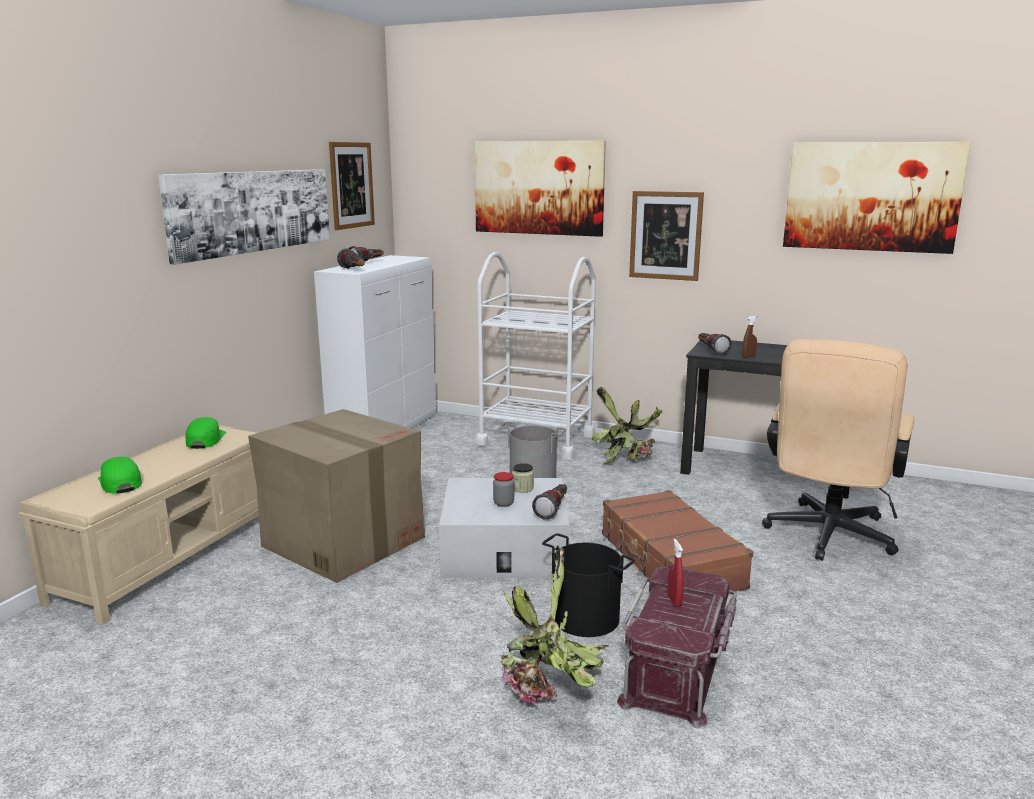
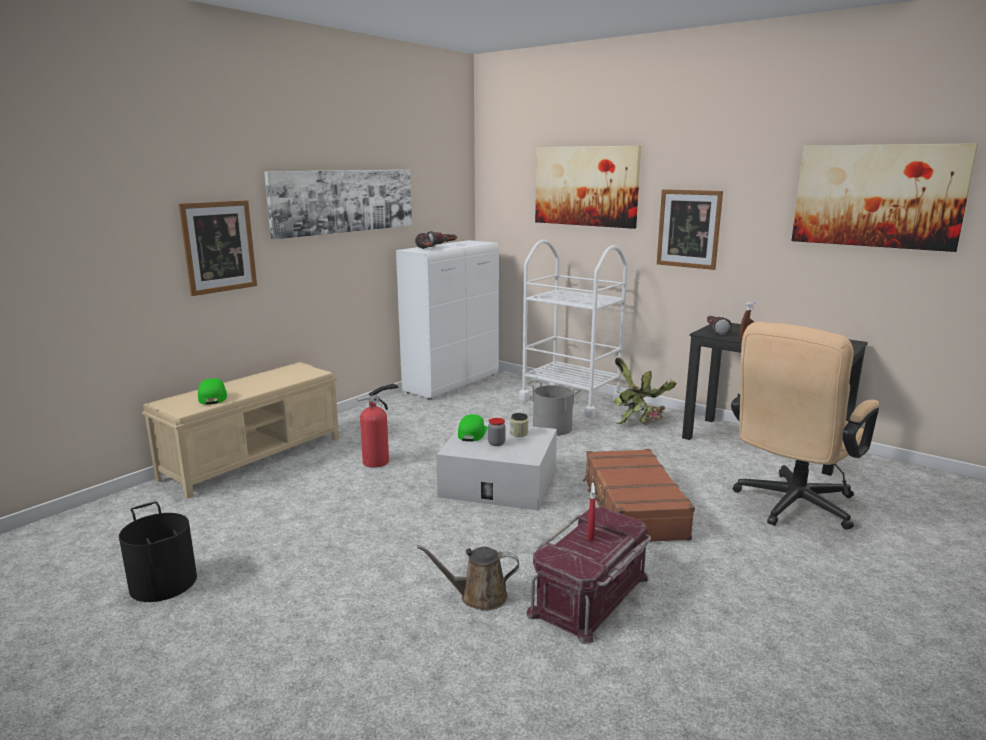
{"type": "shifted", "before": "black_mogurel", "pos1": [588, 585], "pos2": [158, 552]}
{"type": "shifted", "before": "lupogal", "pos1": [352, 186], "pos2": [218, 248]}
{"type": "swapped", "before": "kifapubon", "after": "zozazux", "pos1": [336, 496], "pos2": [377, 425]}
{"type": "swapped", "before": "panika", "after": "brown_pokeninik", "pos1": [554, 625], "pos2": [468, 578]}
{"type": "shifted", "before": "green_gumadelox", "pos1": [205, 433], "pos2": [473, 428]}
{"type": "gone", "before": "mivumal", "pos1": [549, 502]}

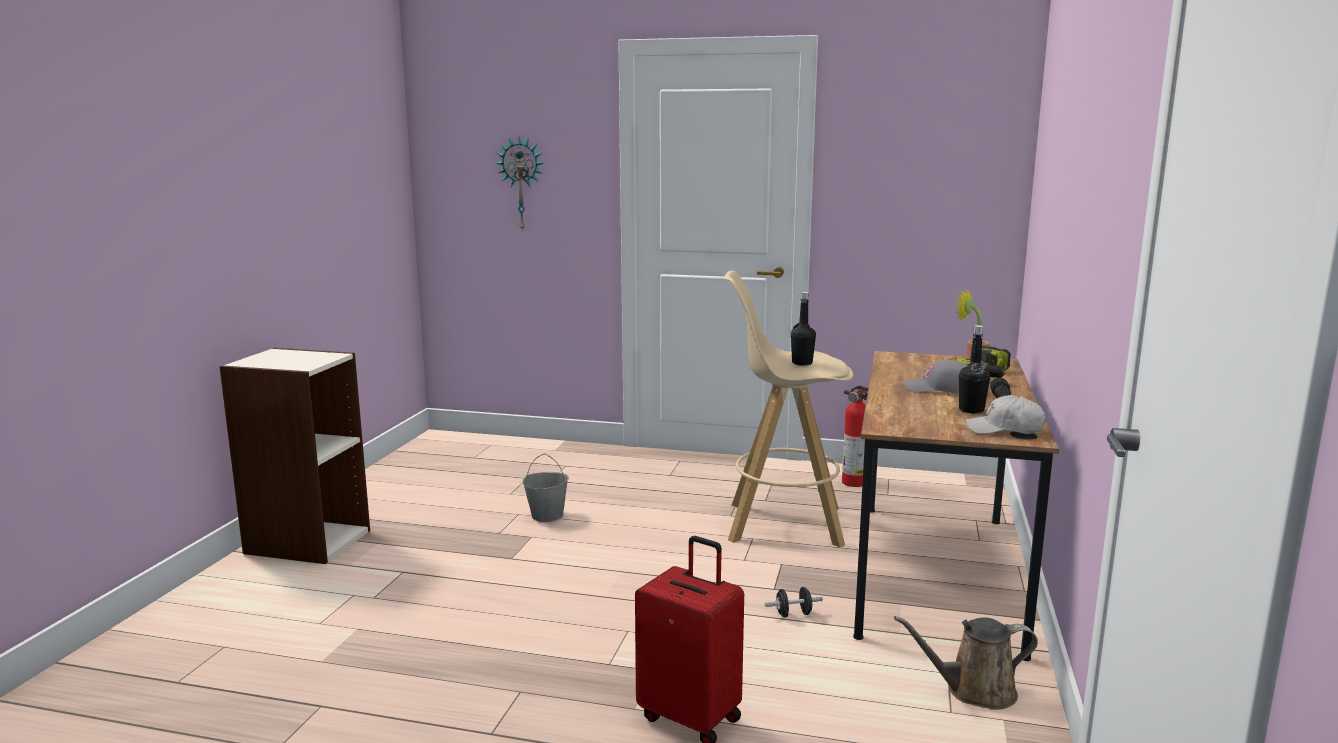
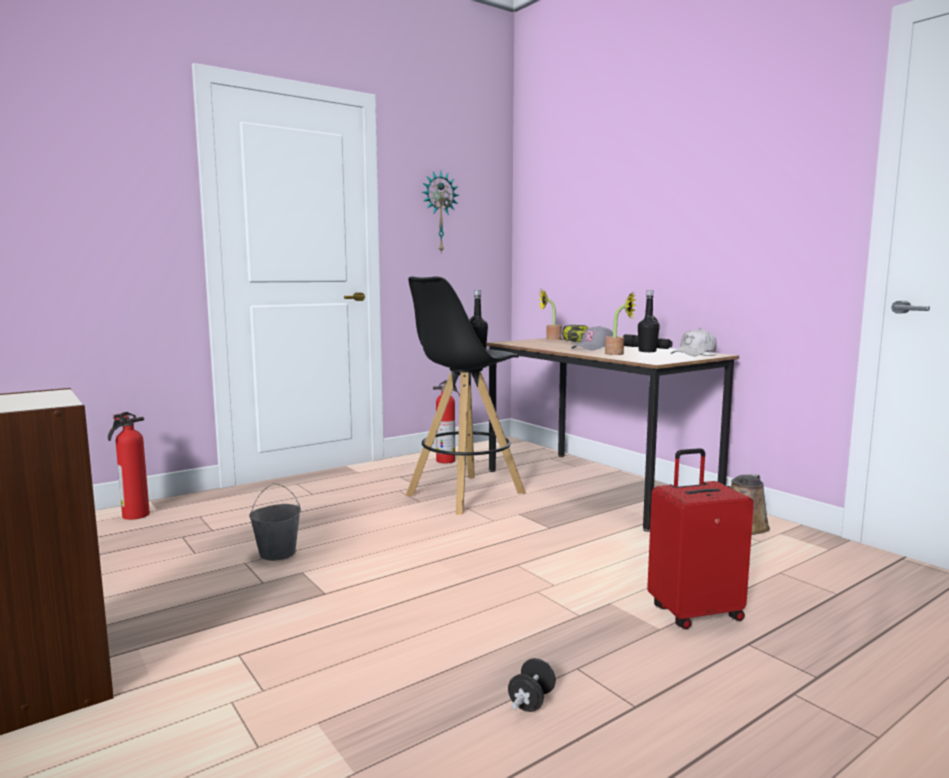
{"type": "new", "after": "zozazux", "pos2": [129, 466]}
{"type": "repainted", "before": "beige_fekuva", "after": "black_fekuva", "pos1": [789, 409], "pos2": [465, 395]}
{"type": "shifted", "before": "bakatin", "pos1": [520, 184], "pos2": [440, 212]}
{"type": "shifted", "before": "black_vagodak", "pos1": [794, 602], "pos2": [532, 685]}
{"type": "new", "after": "panika", "pos2": [621, 323]}

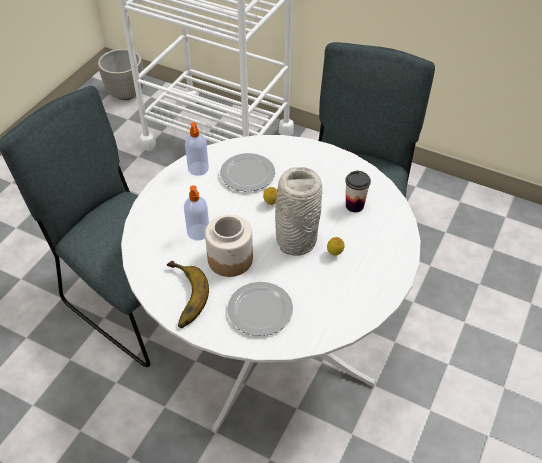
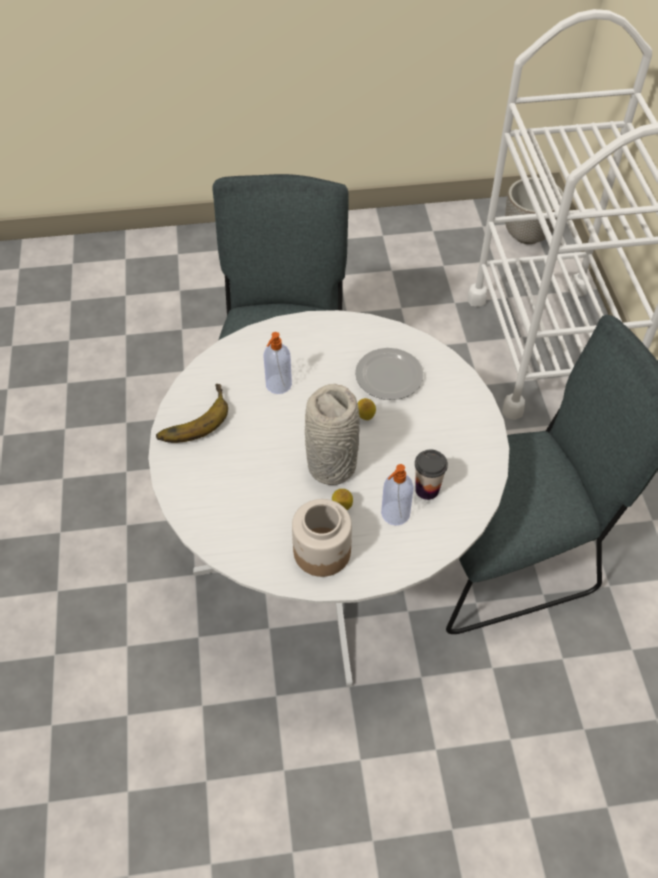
{"type": "shifted", "before": "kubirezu", "pos1": [229, 246], "pos2": [322, 538]}
{"type": "shifted", "before": "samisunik", "pos1": [197, 149], "pos2": [397, 494]}
{"type": "gone", "before": "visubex", "pos1": [260, 309]}

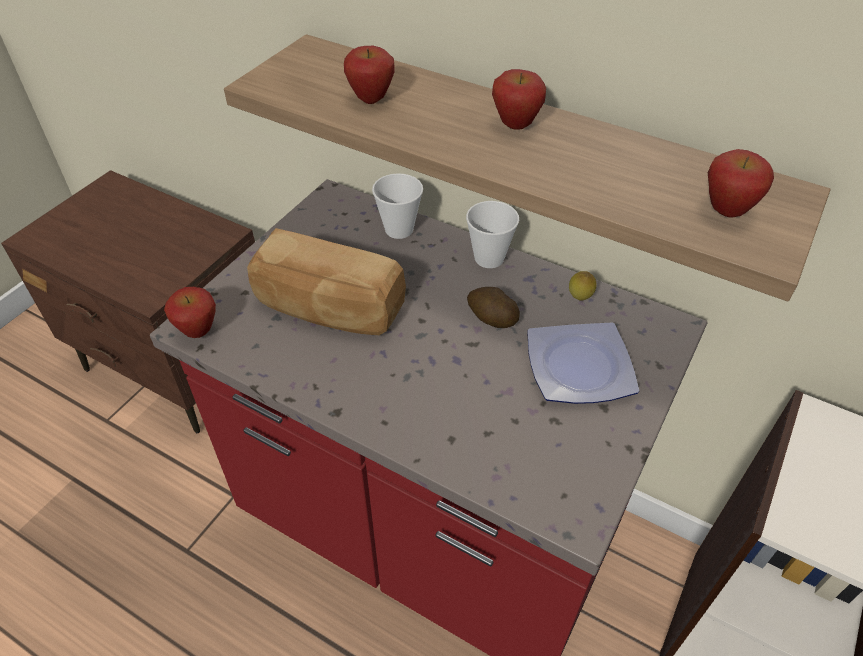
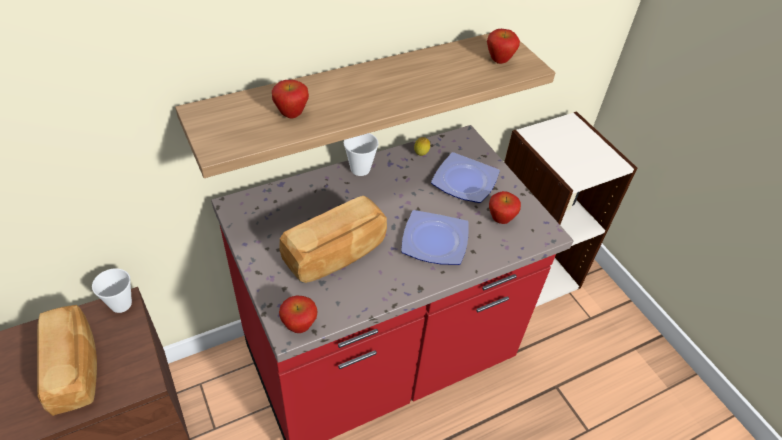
{"type": "new", "after": "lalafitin", "pos2": [67, 360]}
{"type": "shifted", "before": "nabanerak", "pos1": [397, 206], "pos2": [112, 290]}
{"type": "new", "after": "visubex", "pos2": [435, 237]}
{"type": "shifted", "before": "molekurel", "pos1": [519, 99], "pos2": [505, 207]}
{"type": "gone", "before": "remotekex", "pos1": [493, 307]}

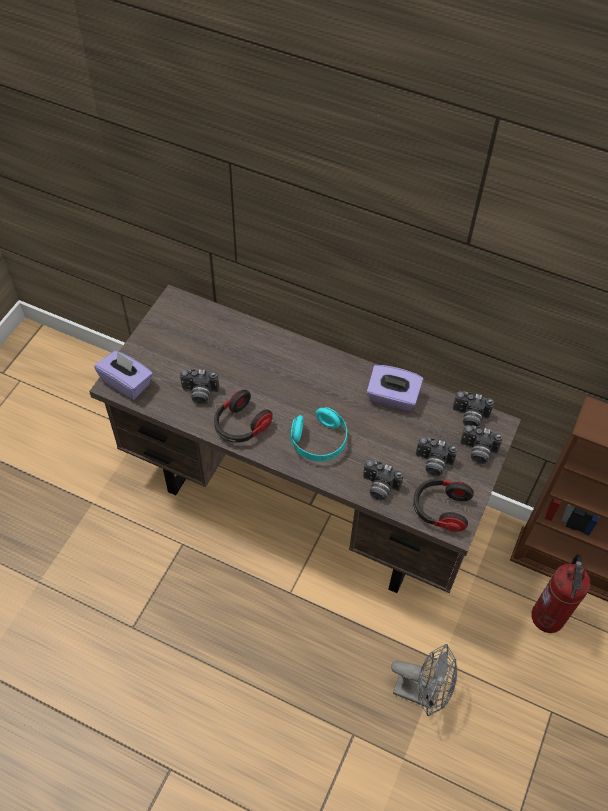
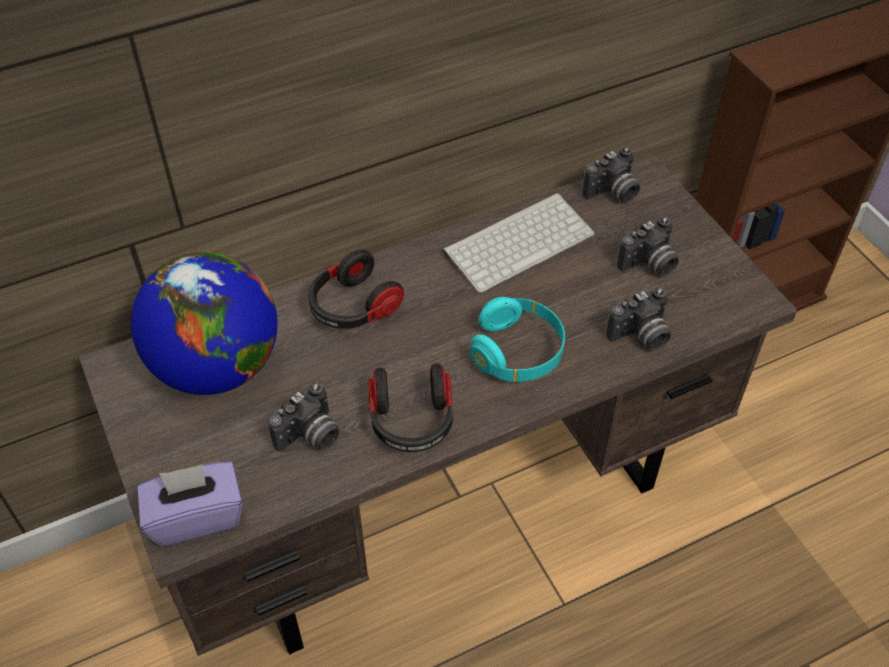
{"type": "new", "after": "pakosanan", "pos2": [204, 323]}
{"type": "shifted", "before": "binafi", "pos1": [443, 505], "pos2": [356, 289]}
{"type": "swapped", "before": "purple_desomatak", "after": "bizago", "pos1": [395, 388], "pos2": [518, 243]}
{"type": "gone", "before": "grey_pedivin", "pos1": [424, 680]}
{"type": "gone", "before": "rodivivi", "pos1": [481, 444]}
{"type": "gone", "before": "zozazux", "pos1": [560, 593]}

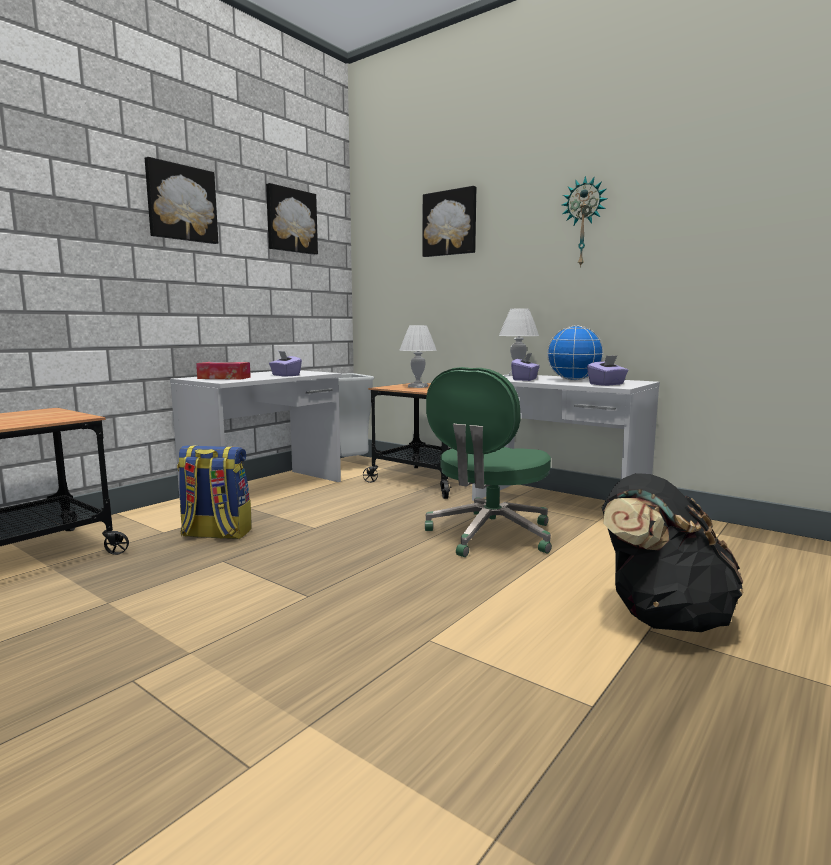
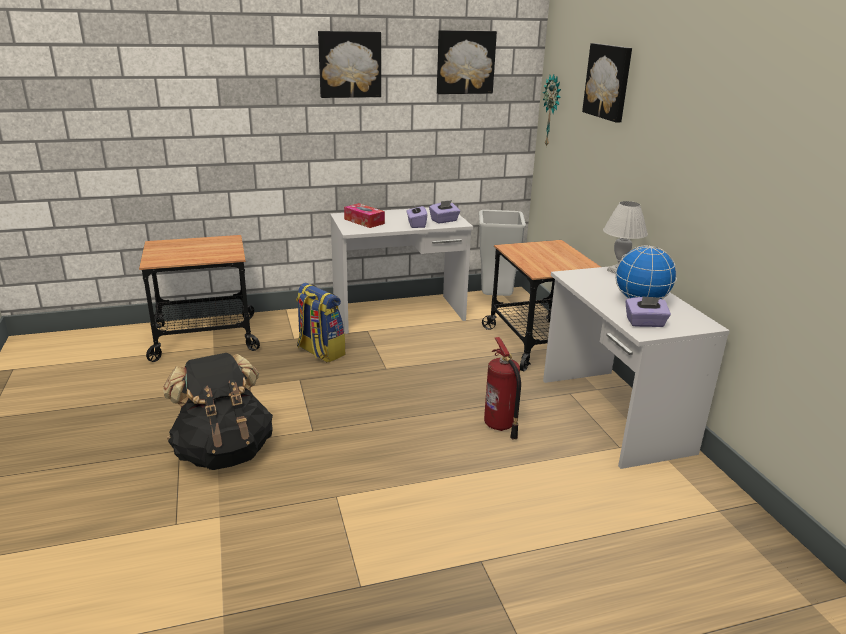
{"type": "shifted", "before": "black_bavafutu", "pos1": [672, 552], "pos2": [218, 411]}
{"type": "shifted", "before": "purple_desomatak", "pos1": [525, 367], "pos2": [444, 211]}
{"type": "swapped", "before": "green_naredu", "after": "zozazux", "pos1": [488, 462], "pos2": [502, 388]}
{"type": "shifted", "before": "bakatin", "pos1": [585, 222], "pos2": [552, 110]}
{"type": "gone", "before": "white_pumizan", "pos1": [418, 356]}

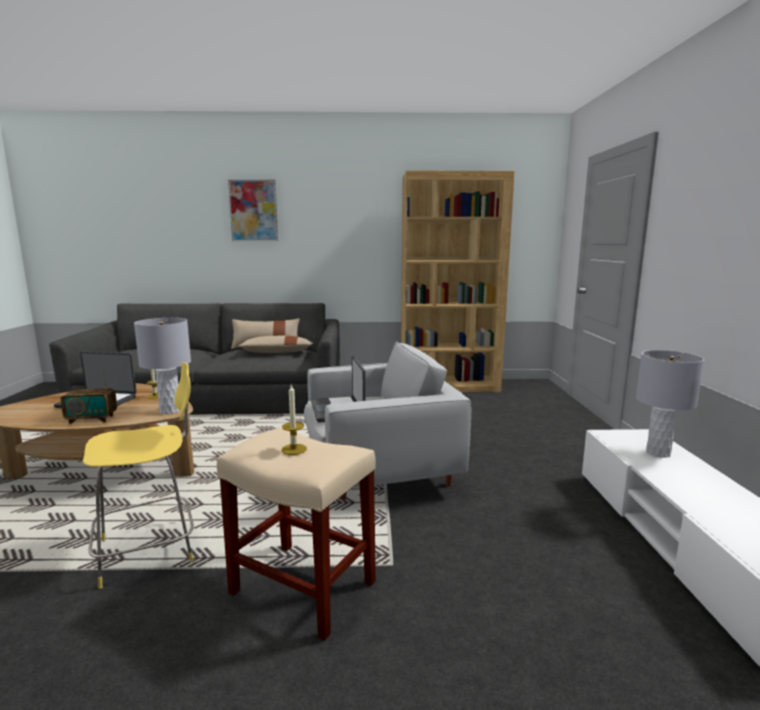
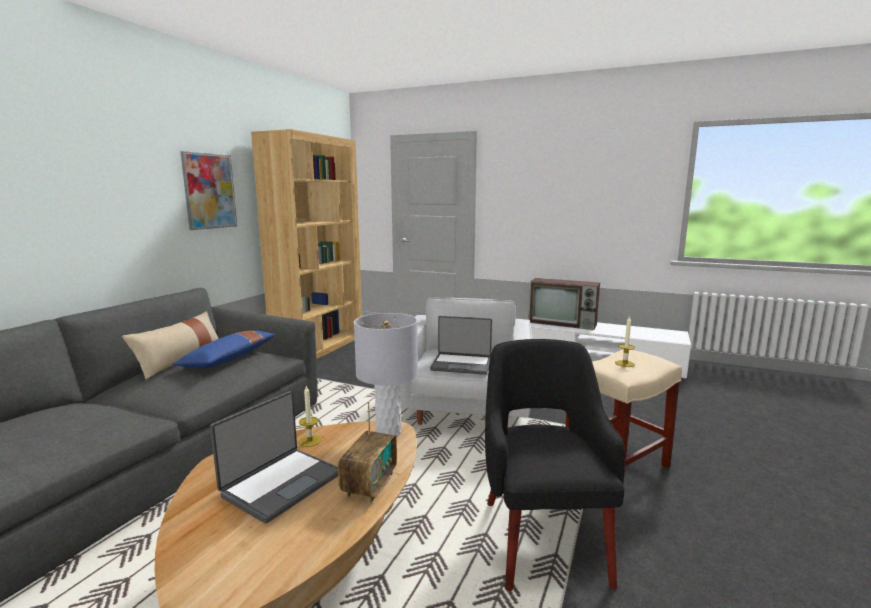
{"type": "repainted", "before": "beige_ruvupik", "after": "blue_ruvupik", "pos1": [275, 344], "pos2": [224, 349]}
{"type": "shifted", "before": "lupogal", "pos1": [253, 210], "pos2": [208, 190]}
{"type": "swapped", "before": "yellow_fekuva", "after": "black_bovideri", "pos1": [138, 475], "pos2": [555, 465]}
{"type": "swapped", "before": "grey_pumizan", "after": "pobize", "pos1": [670, 404], "pos2": [564, 304]}

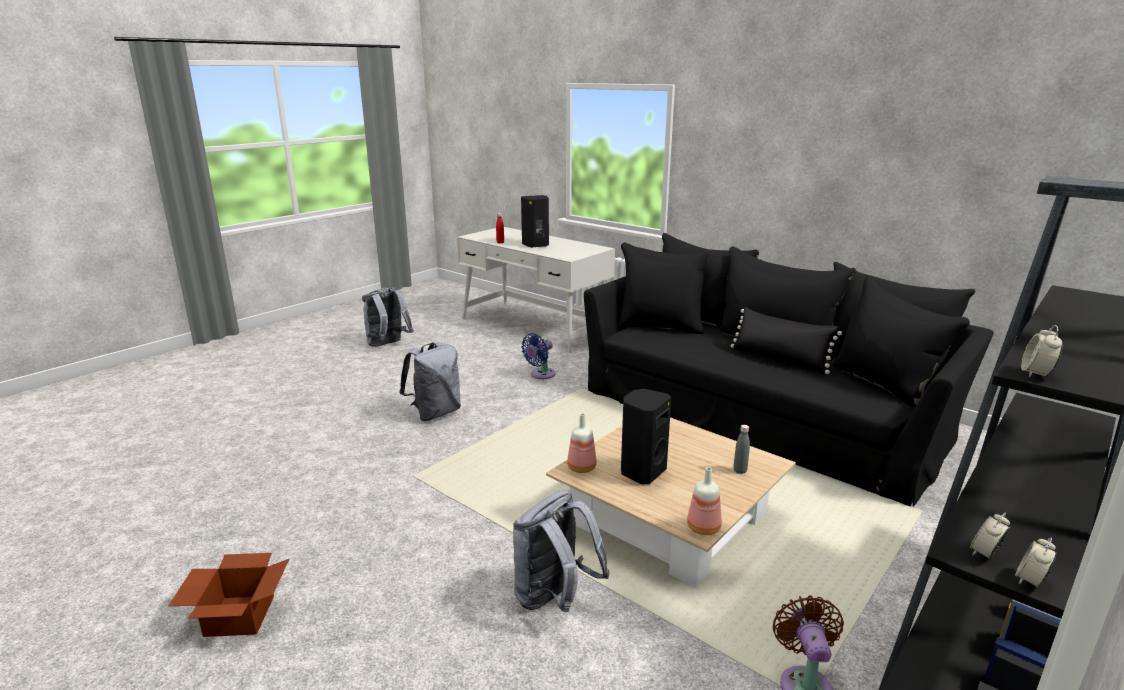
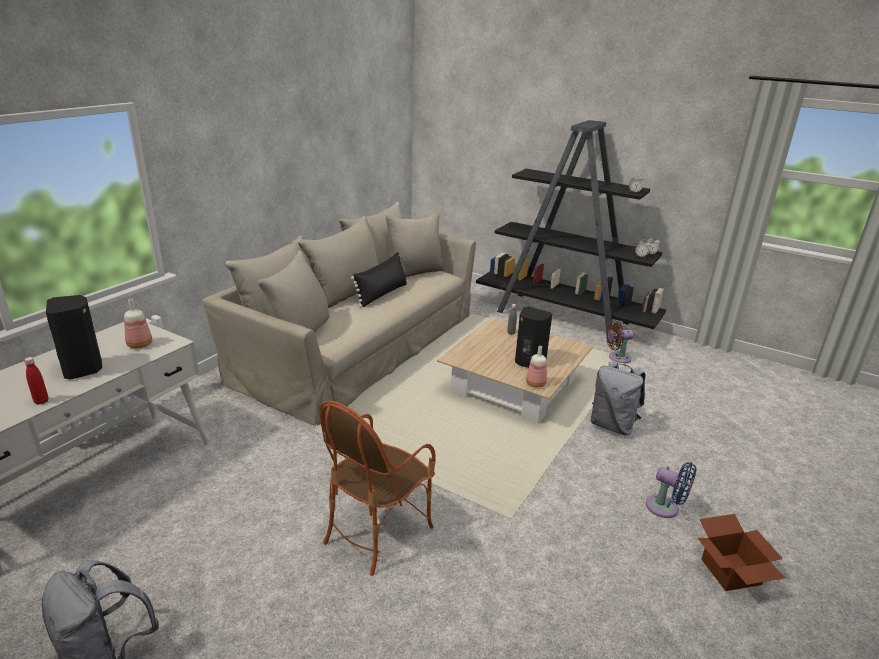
{"type": "shifted", "before": "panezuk", "pos1": [704, 501], "pos2": [138, 324]}
{"type": "repainted", "before": "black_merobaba", "after": "beige_merobaba", "pos1": [789, 370], "pos2": [339, 314]}
{"type": "swapped", "before": "grey_bavafutu", "after": "bovideri", "pos1": [430, 381], "pos2": [377, 488]}
{"type": "shifted", "before": "blue_pedivin", "pos1": [538, 356], "pos2": [671, 490]}

